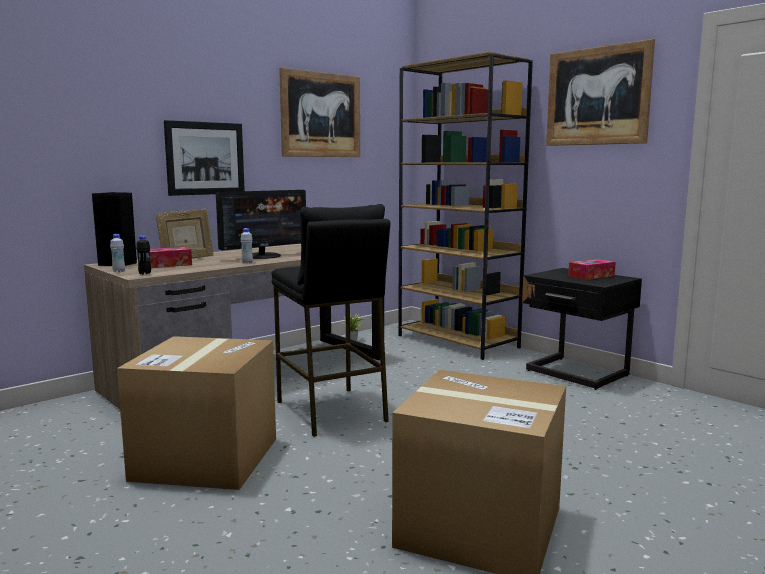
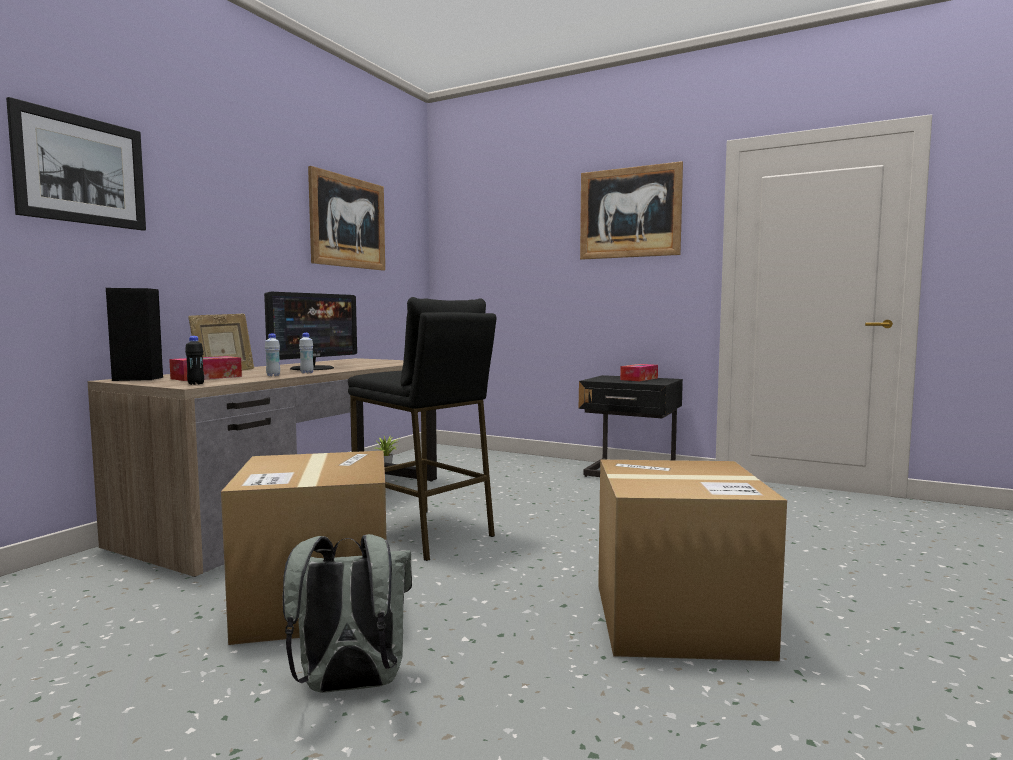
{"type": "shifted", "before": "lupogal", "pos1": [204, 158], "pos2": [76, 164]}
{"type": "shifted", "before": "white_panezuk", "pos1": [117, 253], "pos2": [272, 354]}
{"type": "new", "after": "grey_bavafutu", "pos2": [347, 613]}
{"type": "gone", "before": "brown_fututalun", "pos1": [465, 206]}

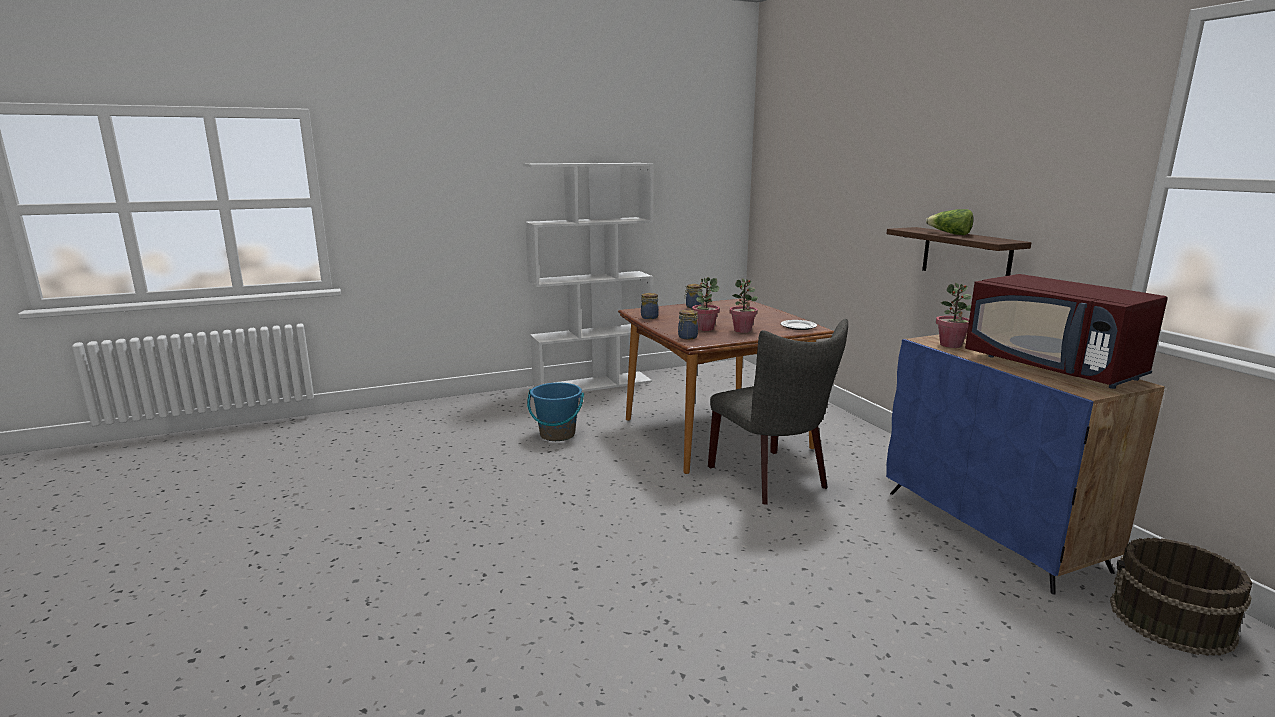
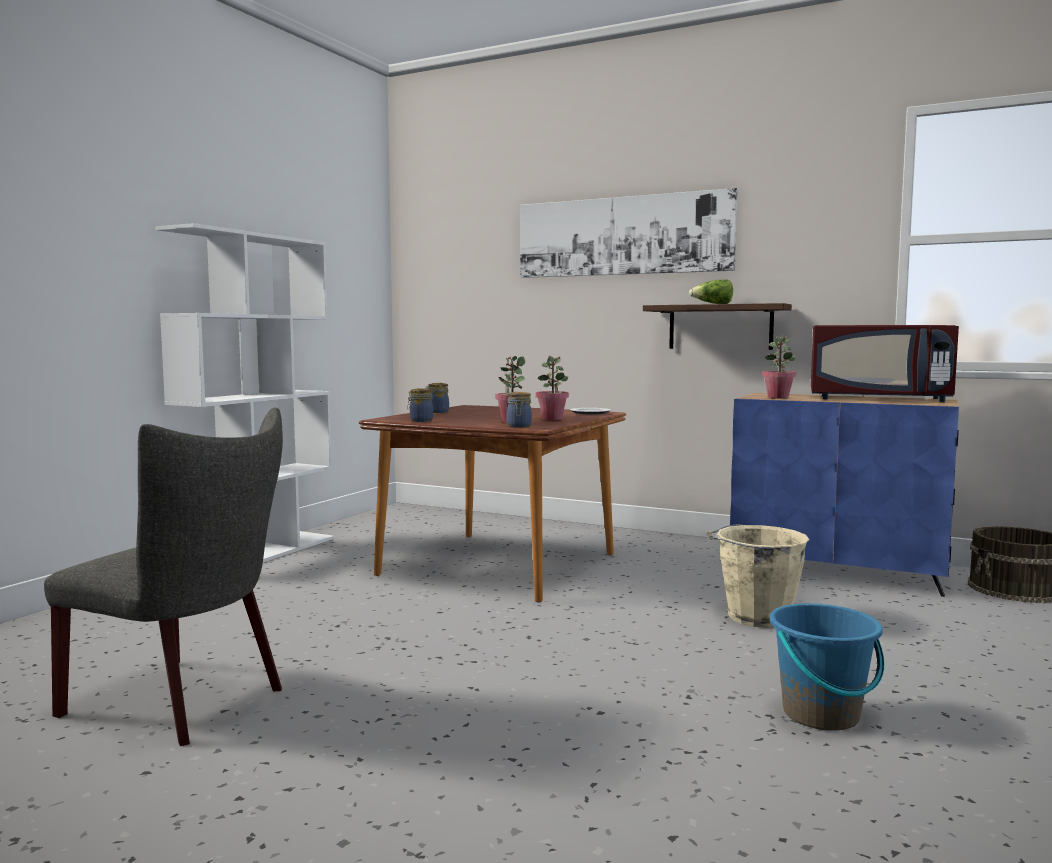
{"type": "shifted", "before": "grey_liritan", "pos1": [778, 412], "pos2": [163, 576]}
{"type": "new", "after": "lupogal", "pos2": [629, 233]}
{"type": "new", "after": "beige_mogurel", "pos2": [757, 576]}
{"type": "shifted", "before": "blue_mogurel", "pos1": [555, 412], "pos2": [827, 666]}

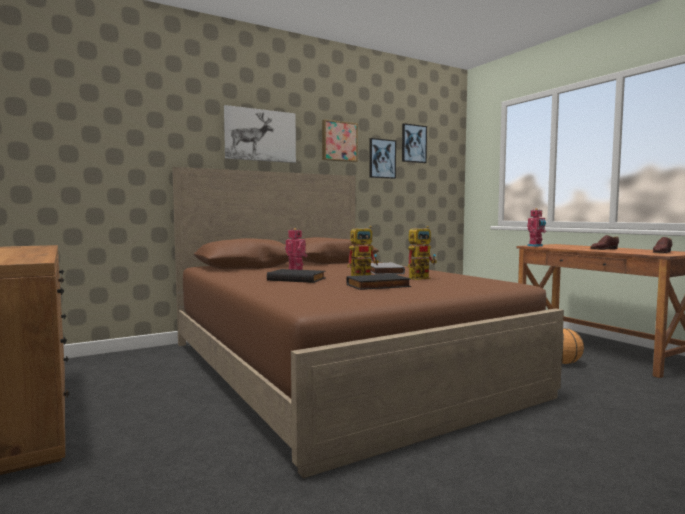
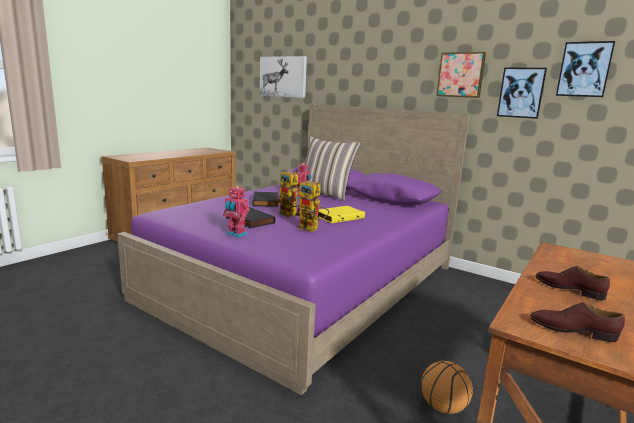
{"type": "repainted", "before": "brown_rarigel", "after": "purple_rarigel", "pos1": [368, 322], "pos2": [293, 250]}
{"type": "shifted", "before": "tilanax", "pos1": [536, 227], "pos2": [236, 212]}
{"type": "shifted", "before": "lupogal", "pos1": [260, 134], "pos2": [283, 77]}
{"type": "new", "after": "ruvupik", "pos2": [328, 168]}
{"type": "repainted", "before": "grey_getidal", "after": "yellow_getidal", "pos1": [388, 268], "pos2": [340, 214]}

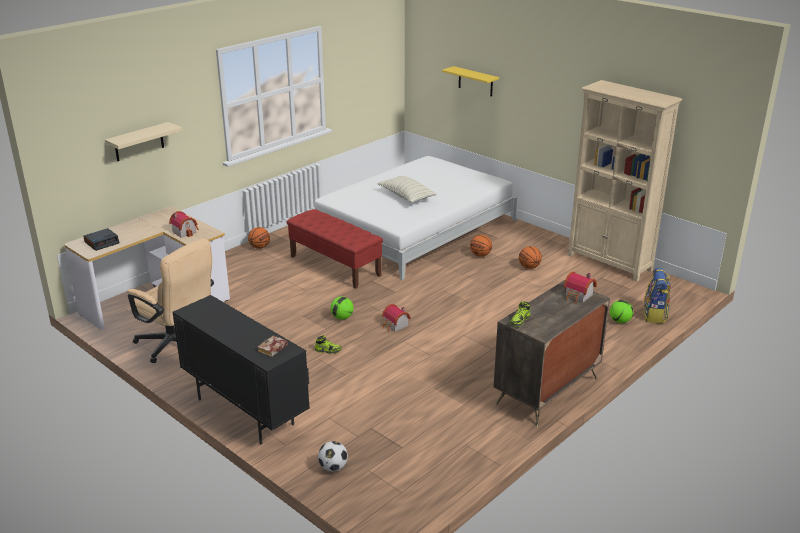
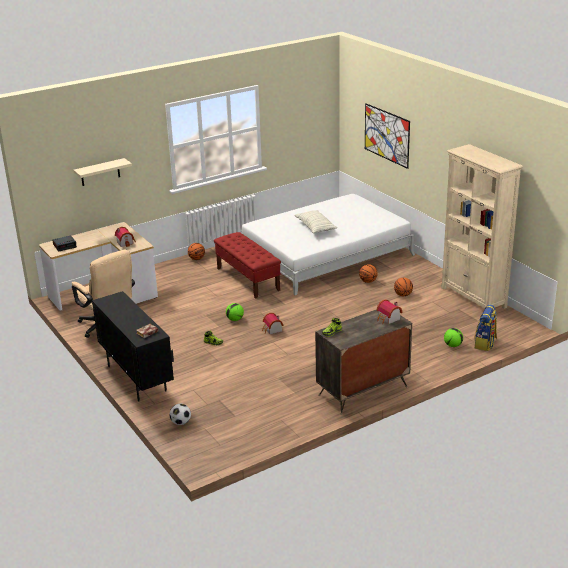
{"type": "swapped", "before": "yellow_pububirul", "after": "lupogal", "pos1": [470, 81], "pos2": [387, 136]}

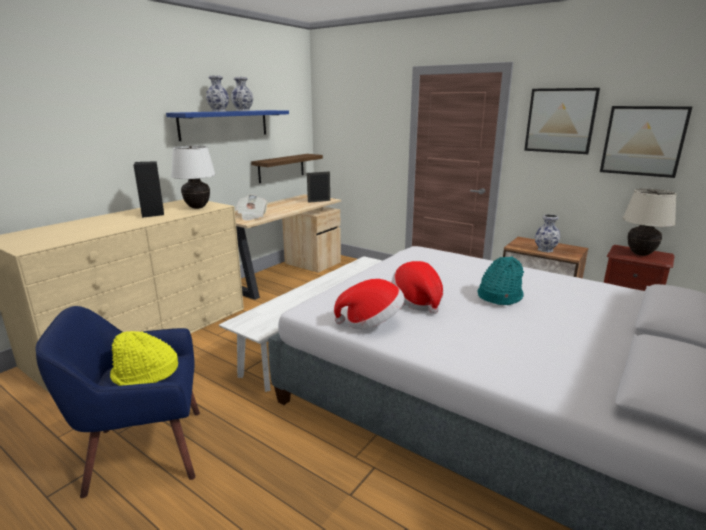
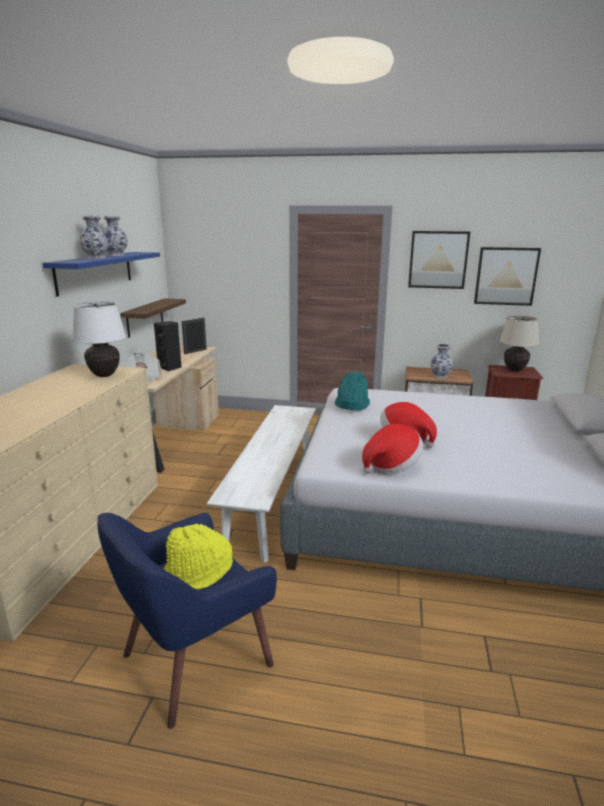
{"type": "shifted", "before": "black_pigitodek", "pos1": [149, 189], "pos2": [168, 346]}
{"type": "shifted", "before": "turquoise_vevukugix", "pos1": [500, 280], "pos2": [352, 390]}

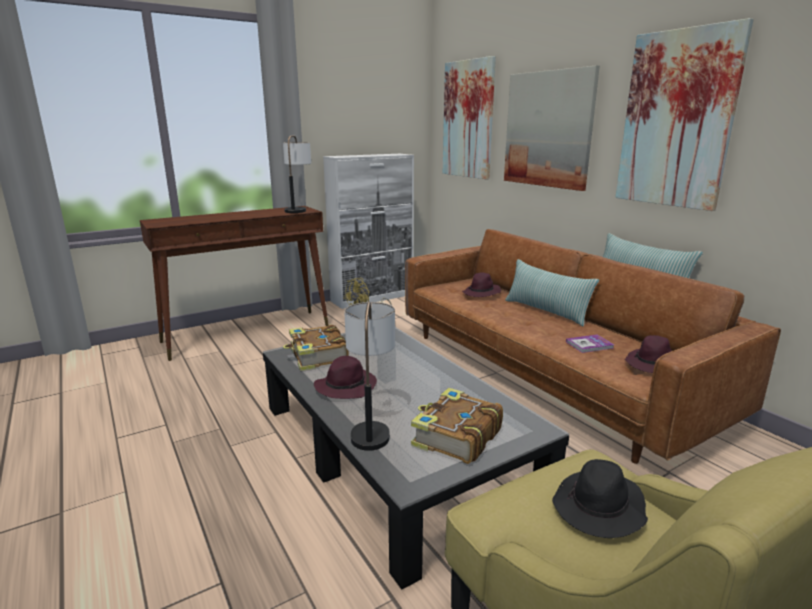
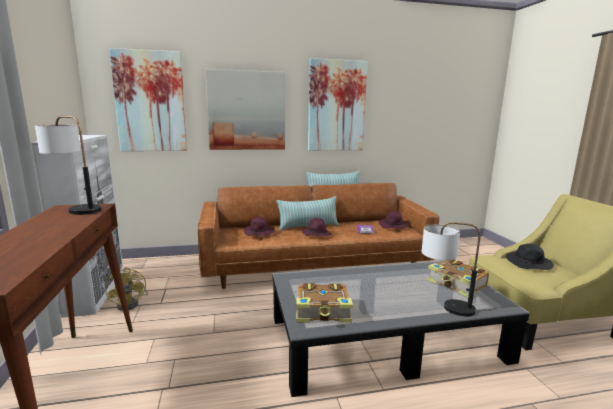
{"type": "shifted", "before": "purple_vevukugix", "pos1": [345, 377], "pos2": [317, 227]}

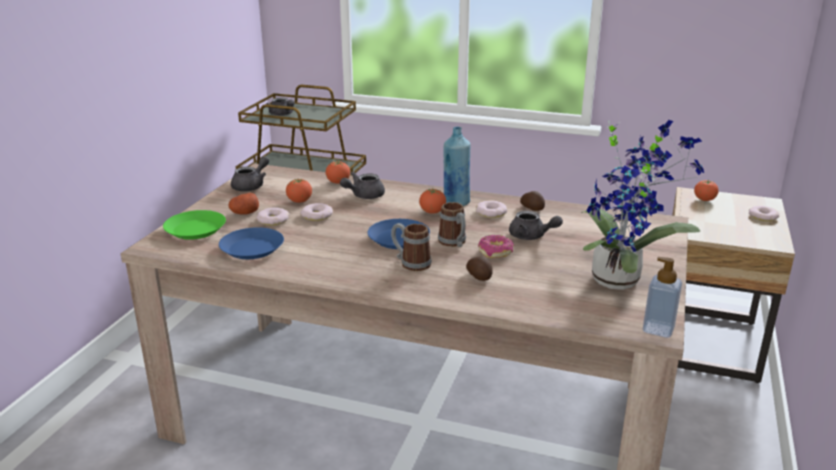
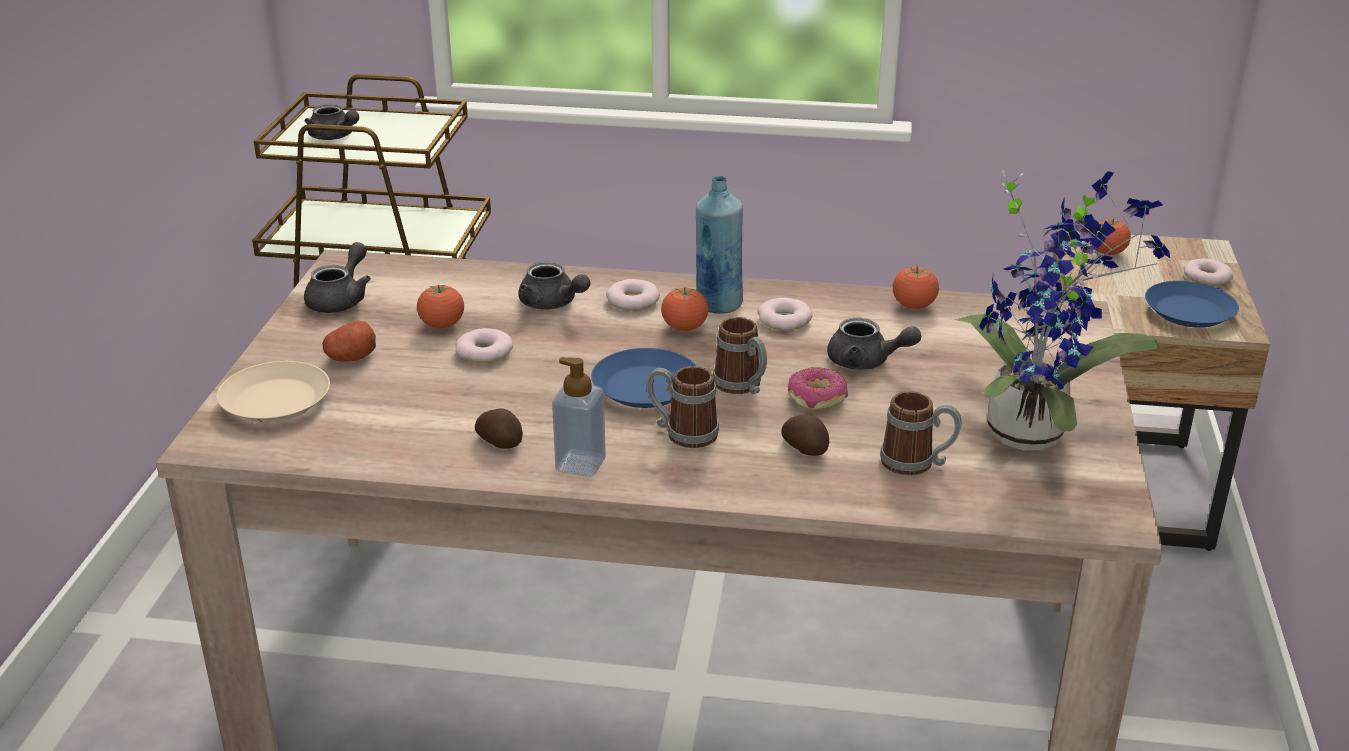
{"type": "repainted", "before": "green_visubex", "after": "beige_visubex", "pos1": [194, 225], "pos2": [273, 392]}
{"type": "shifted", "before": "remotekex", "pos1": [532, 201], "pos2": [499, 428]}
{"type": "rotated", "before": "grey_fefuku", "pos1": [362, 185], "pos2": [554, 286], "turn": -90}
{"type": "shifted", "before": "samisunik", "pos1": [662, 297], "pos2": [579, 417]}
{"type": "shifted", "before": "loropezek", "pos1": [273, 216], "pos2": [633, 295]}
{"type": "new", "after": "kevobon", "pos2": [921, 433]}
{"type": "shifted", "before": "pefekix", "pos1": [338, 172], "pos2": [916, 287]}
{"type": "shifted", "before": "blue_visubex", "pos1": [251, 243], "pos2": [1192, 304]}

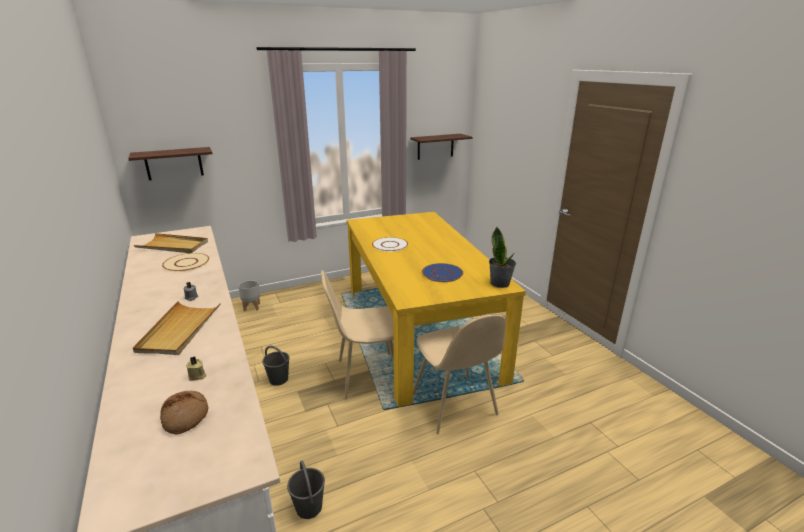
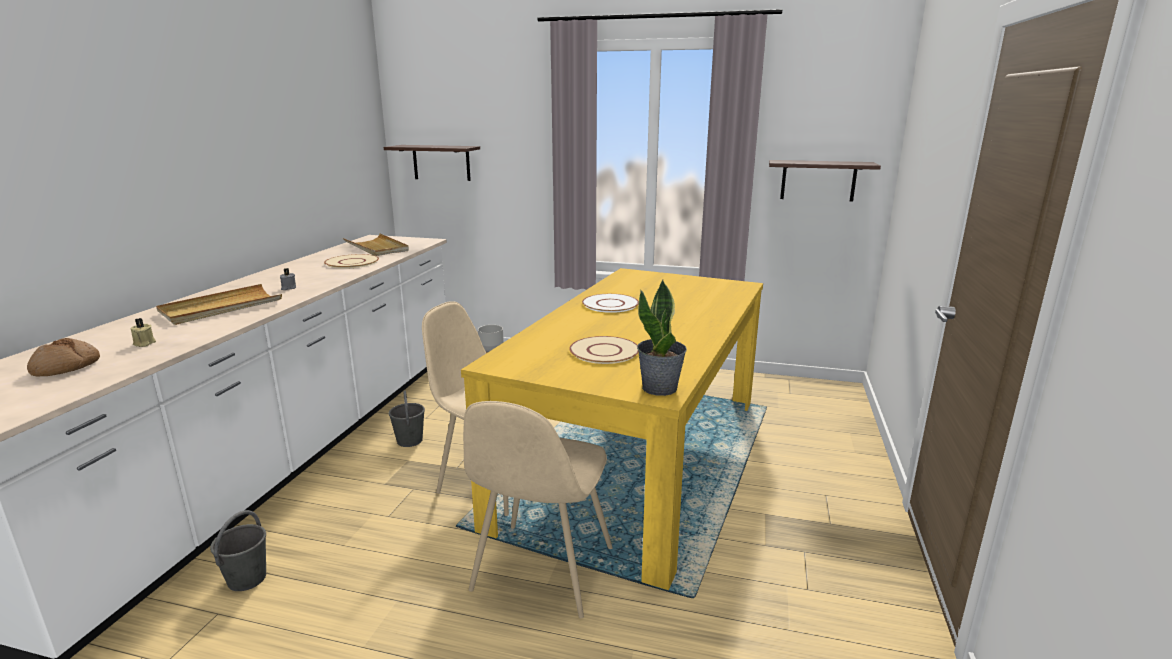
{"type": "repainted", "before": "blue_visubex", "after": "beige_visubex", "pos1": [442, 272], "pos2": [604, 350]}

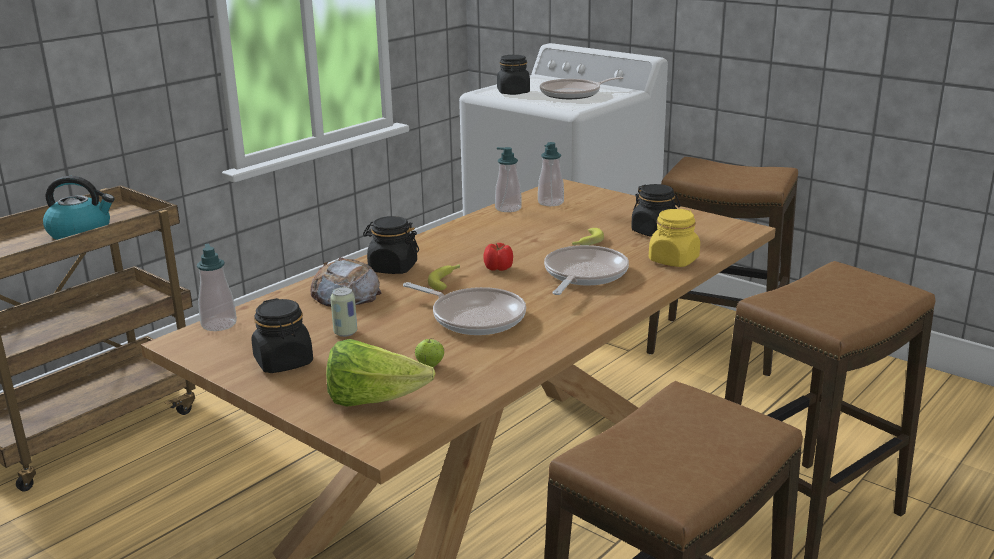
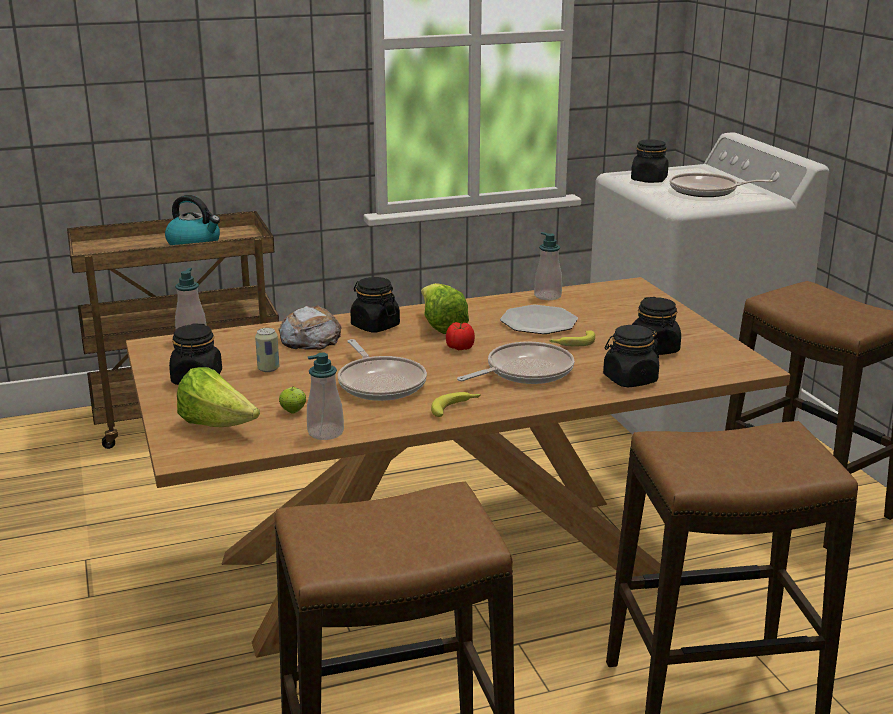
{"type": "shifted", "before": "samisunik", "pos1": [551, 174], "pos2": [325, 396]}
{"type": "new", "after": "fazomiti", "pos2": [445, 308]}
{"type": "shifted", "before": "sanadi", "pos1": [444, 277], "pos2": [456, 404]}
{"type": "new", "after": "visubex", "pos2": [539, 319]}
{"type": "repainted", "before": "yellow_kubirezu", "after": "black_kubirezu", "pos1": [674, 238], "pos2": [631, 356]}

